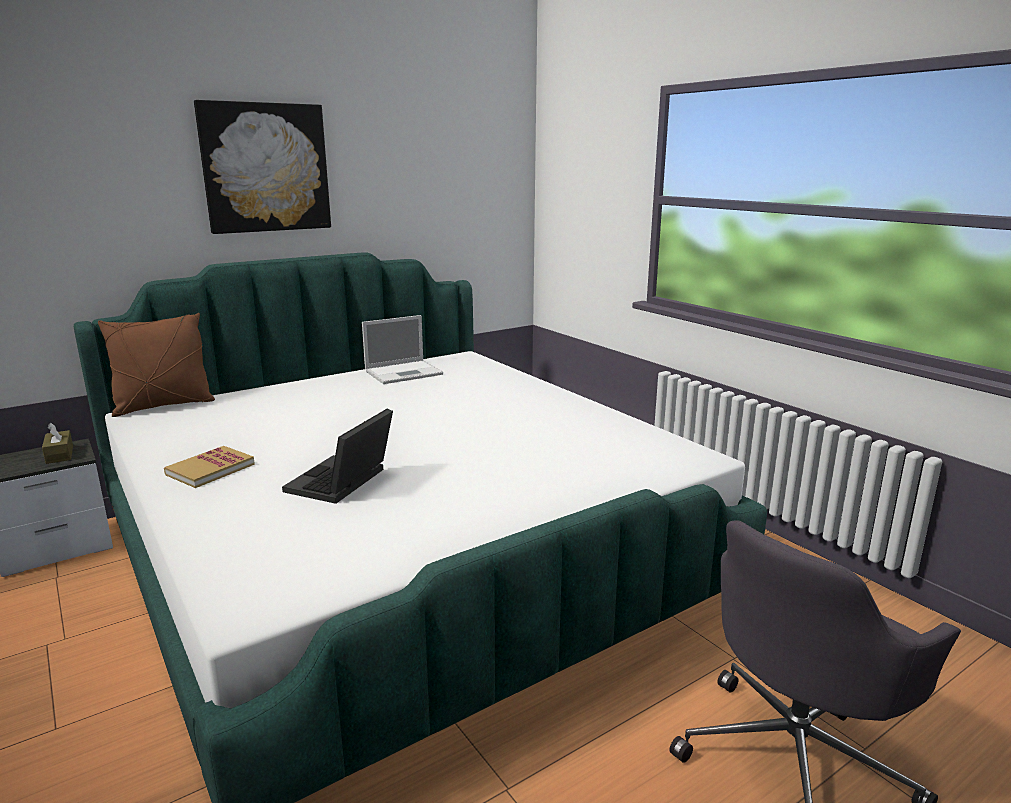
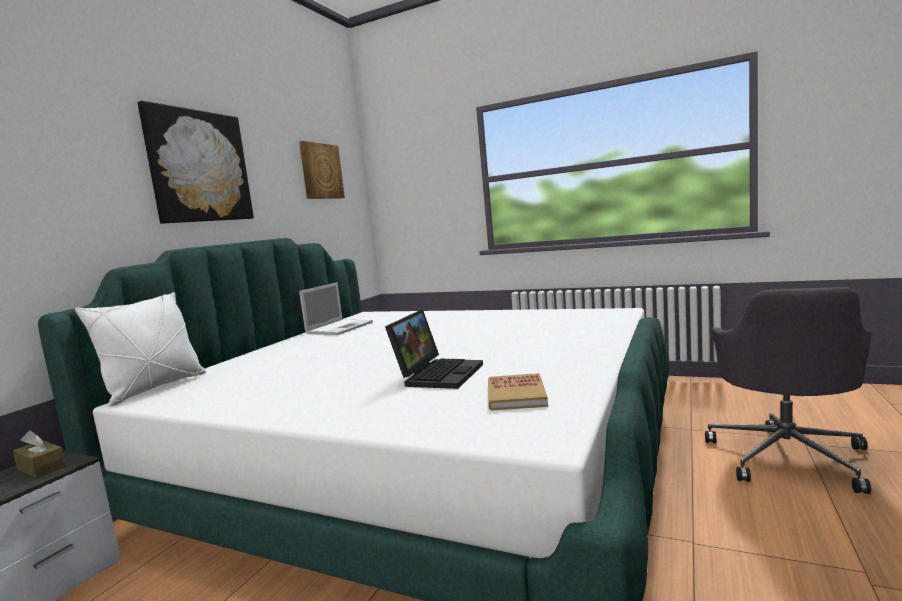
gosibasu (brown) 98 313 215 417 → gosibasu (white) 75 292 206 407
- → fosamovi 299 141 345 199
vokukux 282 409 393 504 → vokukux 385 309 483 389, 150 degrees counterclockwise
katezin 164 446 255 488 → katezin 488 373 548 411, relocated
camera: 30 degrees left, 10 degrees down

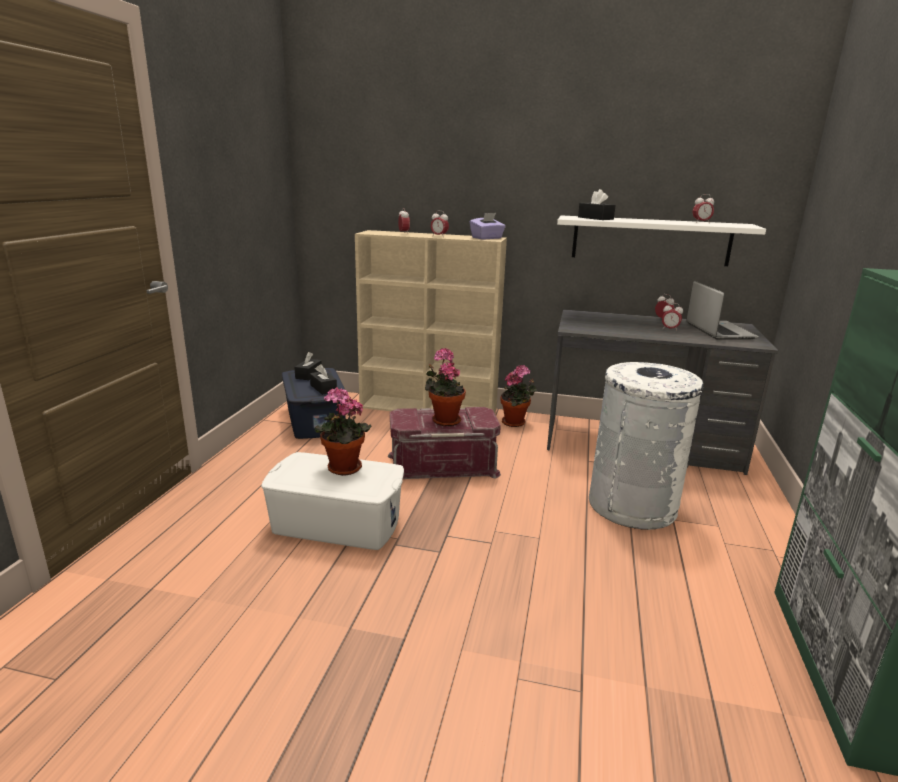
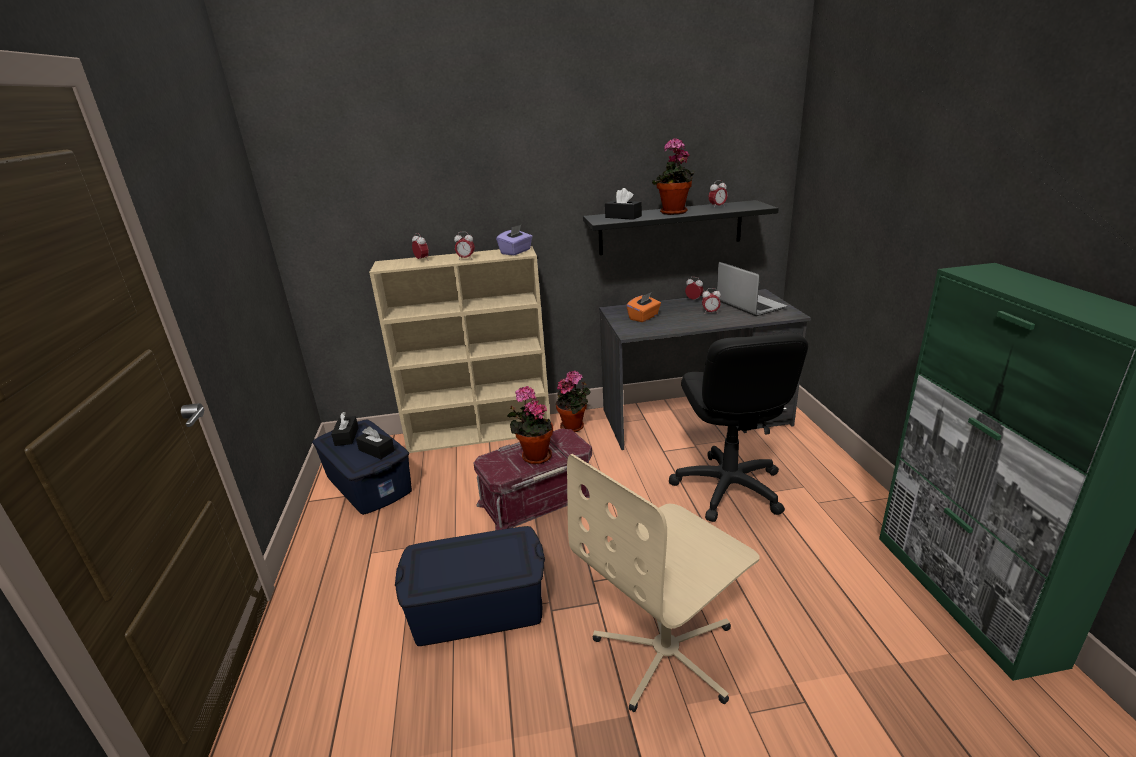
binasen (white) 261 452 404 550 → binasen (blue) 395 526 545 646
- → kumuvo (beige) 567 454 760 712
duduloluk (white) 557 215 766 266 → duduloluk (black) 583 200 779 255
- → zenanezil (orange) 626 292 661 322
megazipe 314 387 372 476 → megazipe 652 138 695 215, relocated
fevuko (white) 589 362 703 530 → kumuvo (black) 669 332 808 522
camera: 20 degrees left, 5 degrees up

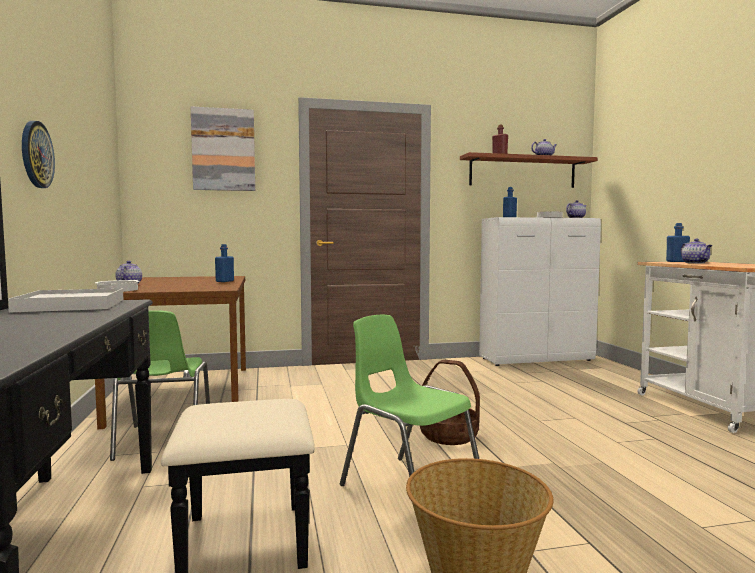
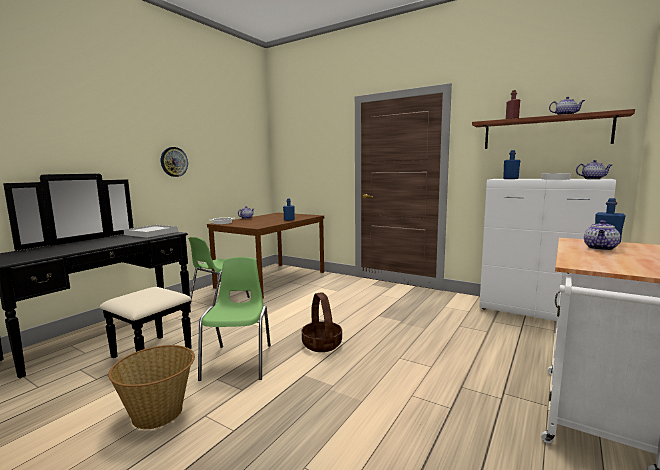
fosamovi 191 106 255 191 → -
camera: 45 degrees right, 5 degrees up

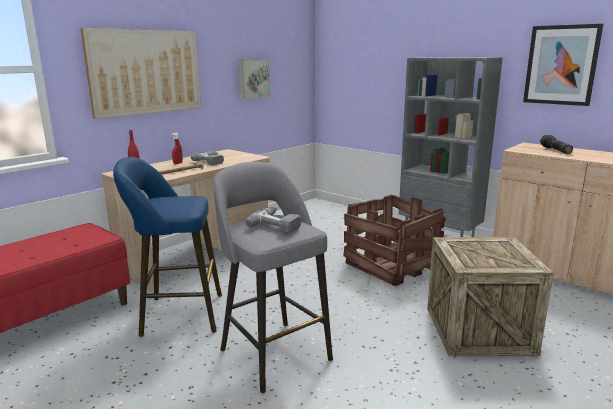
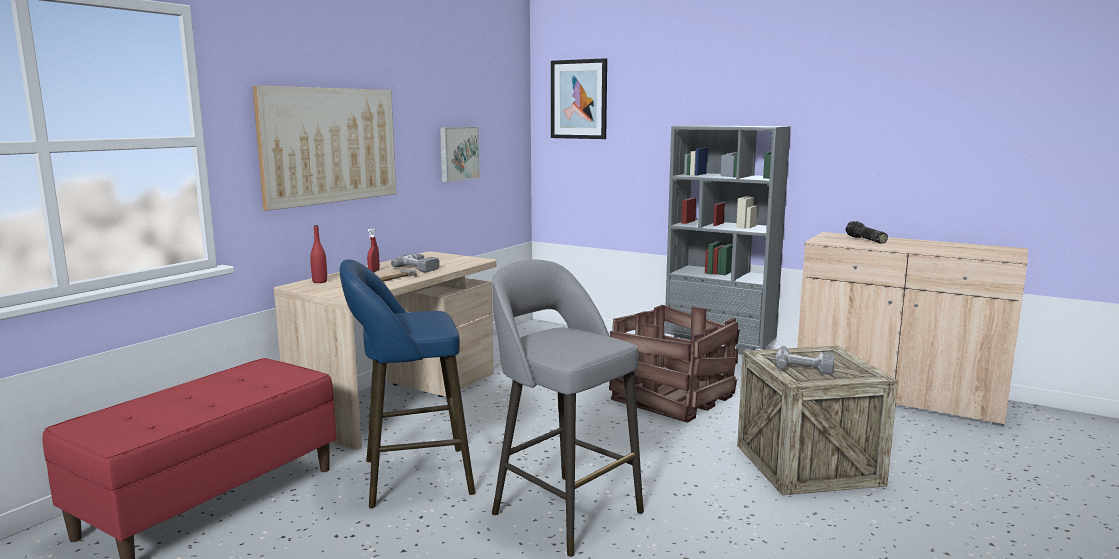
fosamovi 523 24 603 106 → fosamovi 551 58 607 139, relocated
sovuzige 245 207 301 235 → sovuzige 775 346 834 375, relocated
camera: 10 degrees left, 5 degrees down

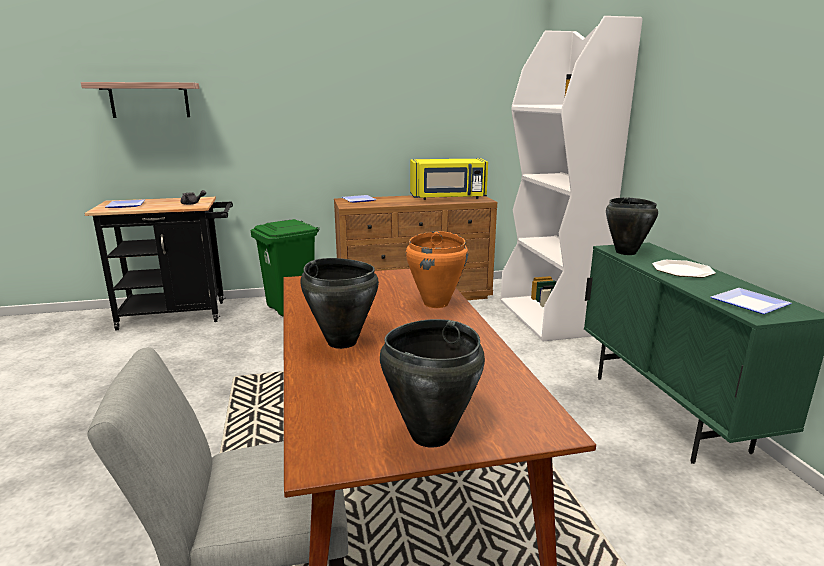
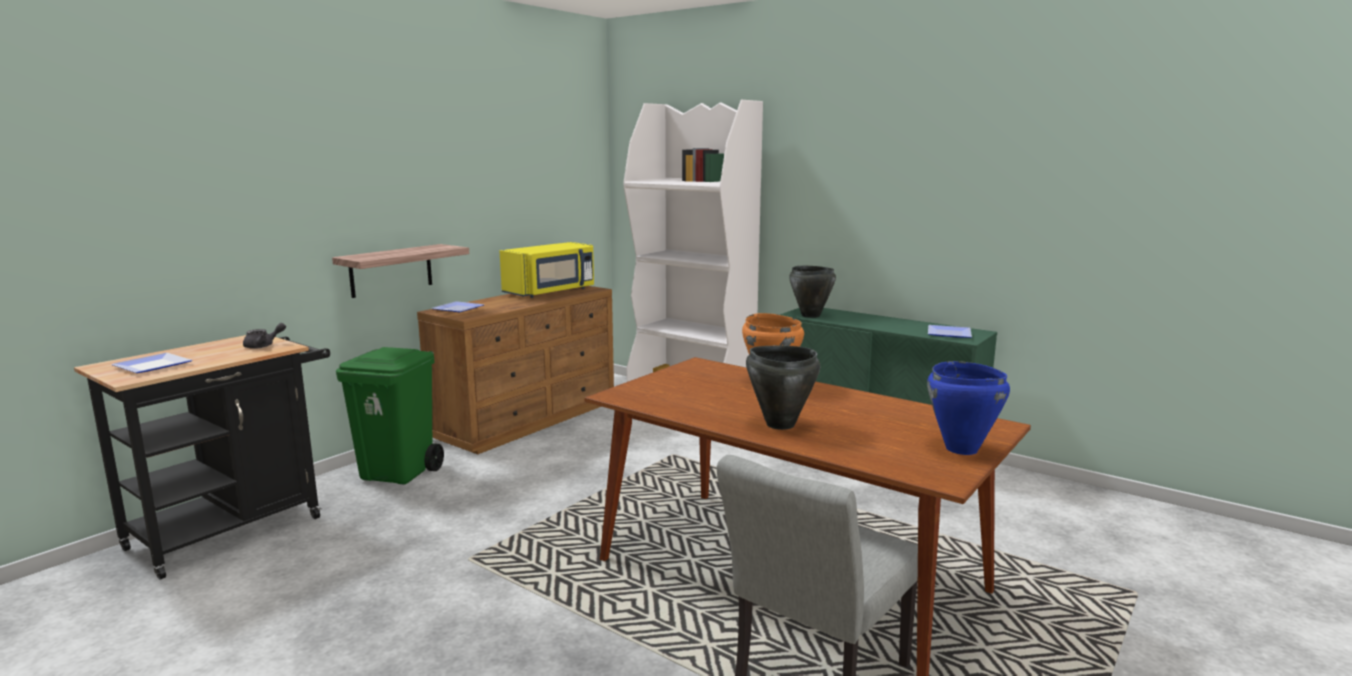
duduloluk 81 82 199 118 → duduloluk 332 244 469 298, relocated
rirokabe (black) 380 319 485 448 → rirokabe (blue) 927 361 1010 455
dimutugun 652 260 716 278 → -
camera: 40 degrees left, 5 degrees down

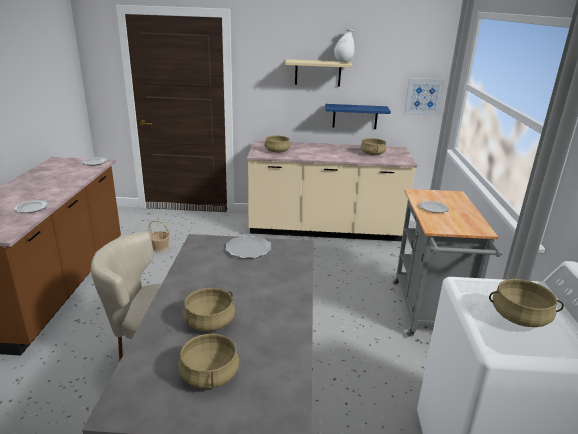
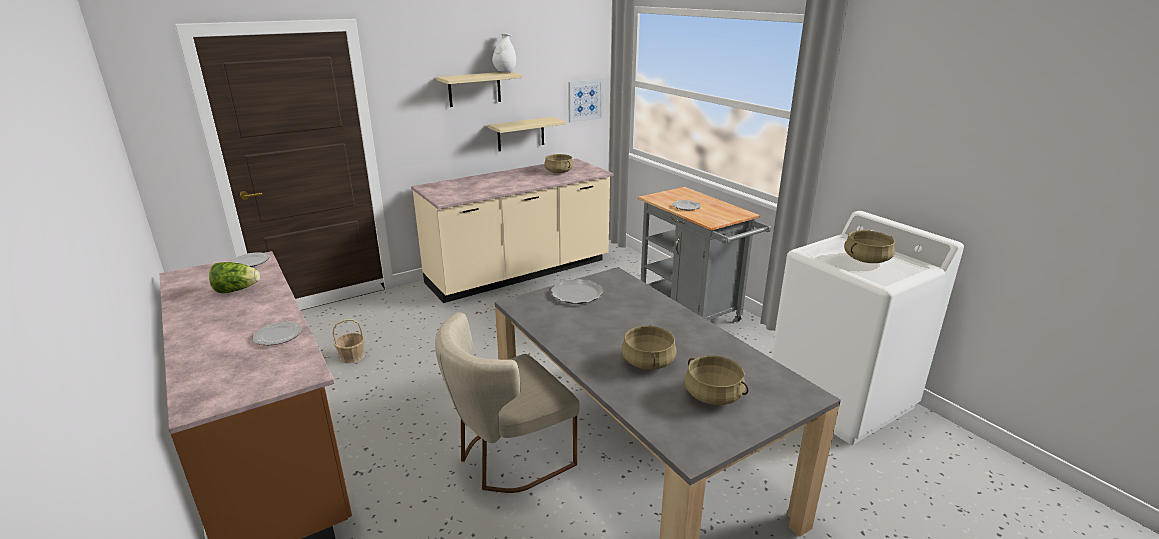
- → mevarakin 209 262 260 294
duduloluk (blue) 325 104 391 129 → duduloluk (beige) 487 117 566 151
rirokabe (beige) 264 135 290 153 → -
camera: 35 degrees left, 0 degrees up

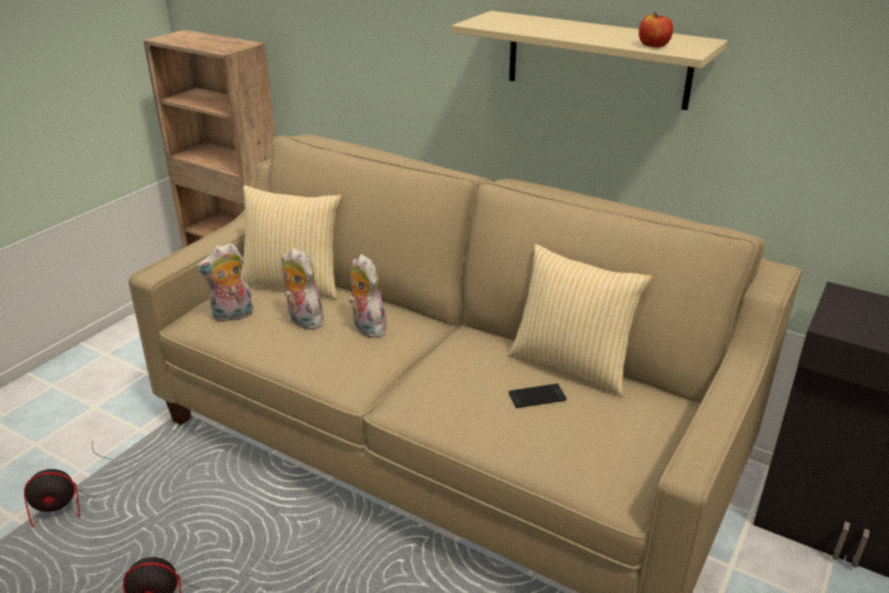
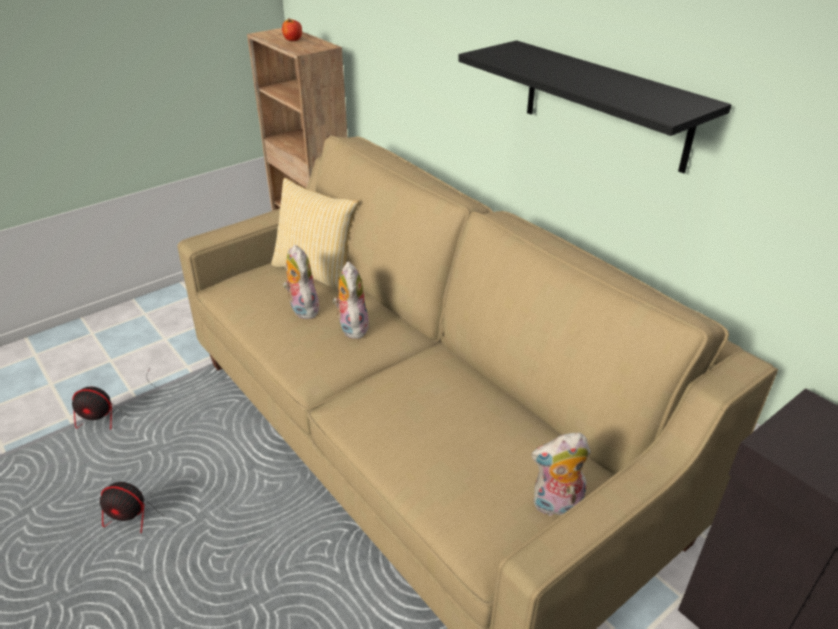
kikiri 639 12 673 47 → kikiri 282 18 302 41, relocated
duduloluk (beige) 452 11 728 110 → duduloluk (black) 458 40 732 173
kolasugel 196 243 254 322 → kolasugel 531 433 590 516, relocated
gosibasu 509 244 653 397 → -
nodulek 509 384 566 408 → -
camera: 20 degrees right, 5 degrees up

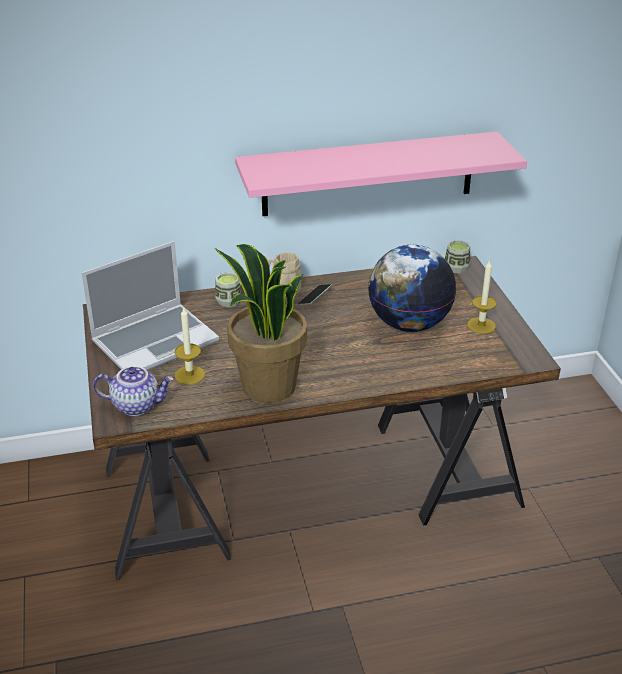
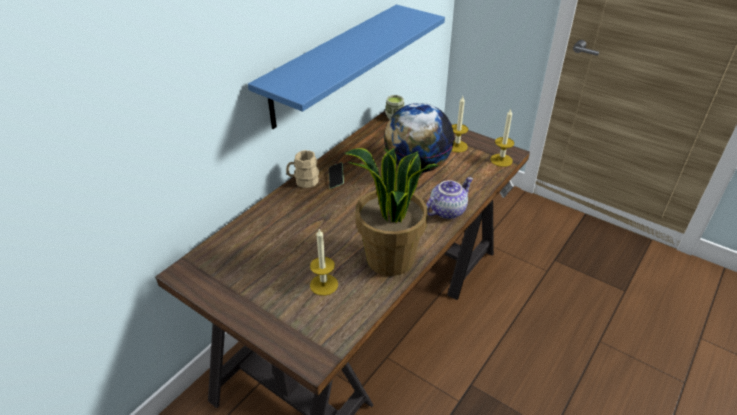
duduloluk (pink) 235 131 527 216 → duduloluk (blue) 248 5 445 129
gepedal 93 366 174 416 → gepedal 426 177 473 219, relocated
- → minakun 491 109 514 167
vokukux 82 241 219 371 → -
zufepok 215 272 241 307 → -
camera: 40 degrees left, 5 degrees up

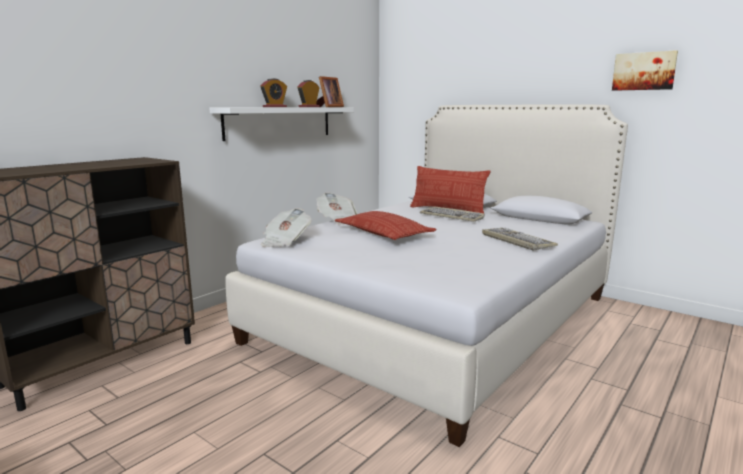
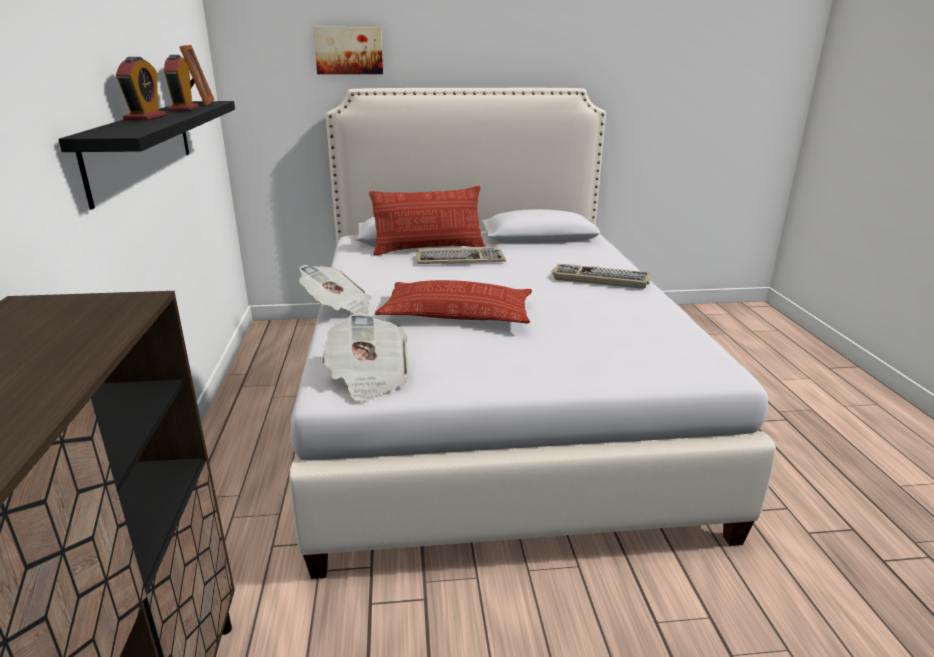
duduloluk (white) 209 107 353 141 → duduloluk (black) 58 101 235 209
fosamovi 612 50 678 91 → fosamovi 313 27 383 74, relocated
camera: 45 degrees left, 10 degrees up

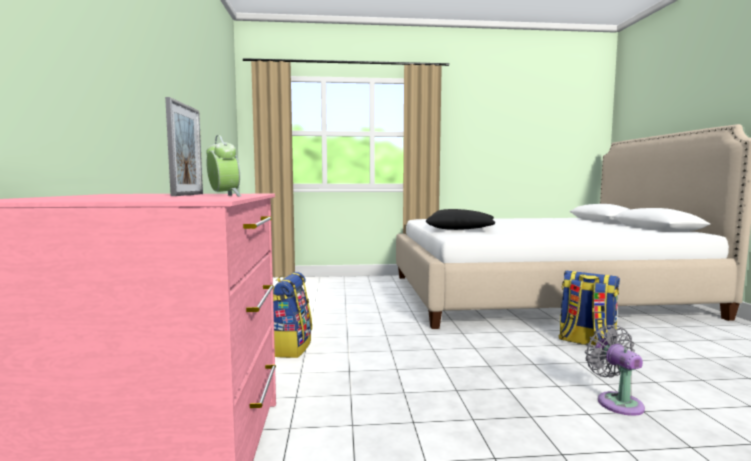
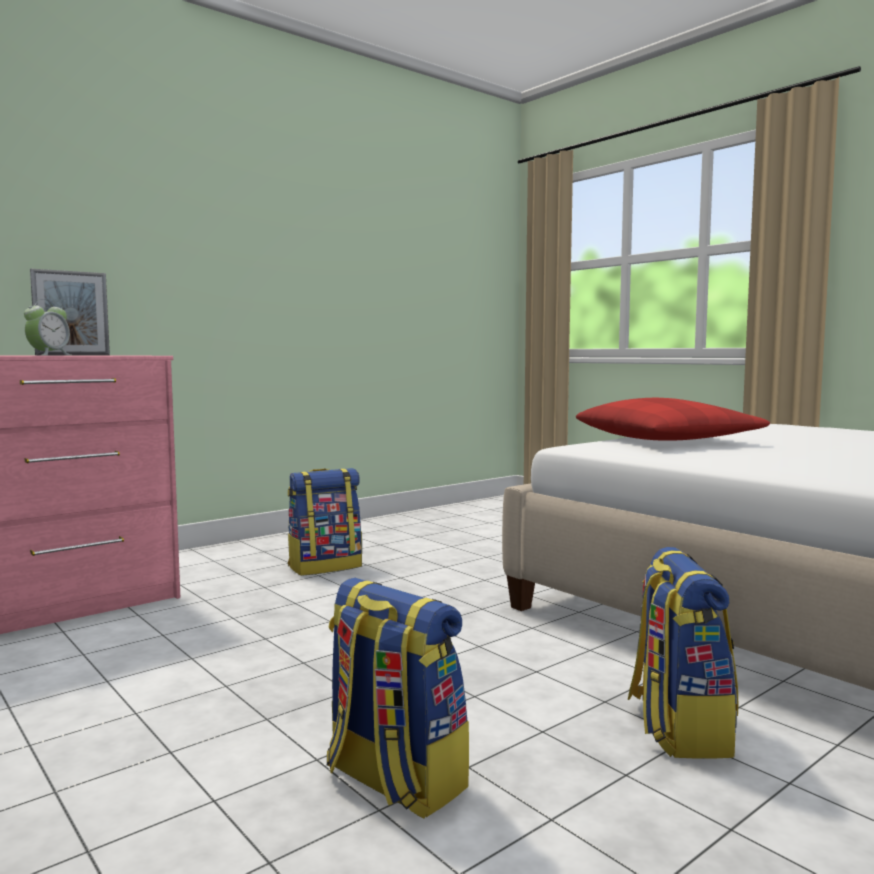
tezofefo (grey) 585 325 645 416 → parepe 327 578 469 819
gosibasu (black) 426 209 495 230 → gosibasu (red) 576 398 770 441
camera: 55 degrees right, 0 degrees up

